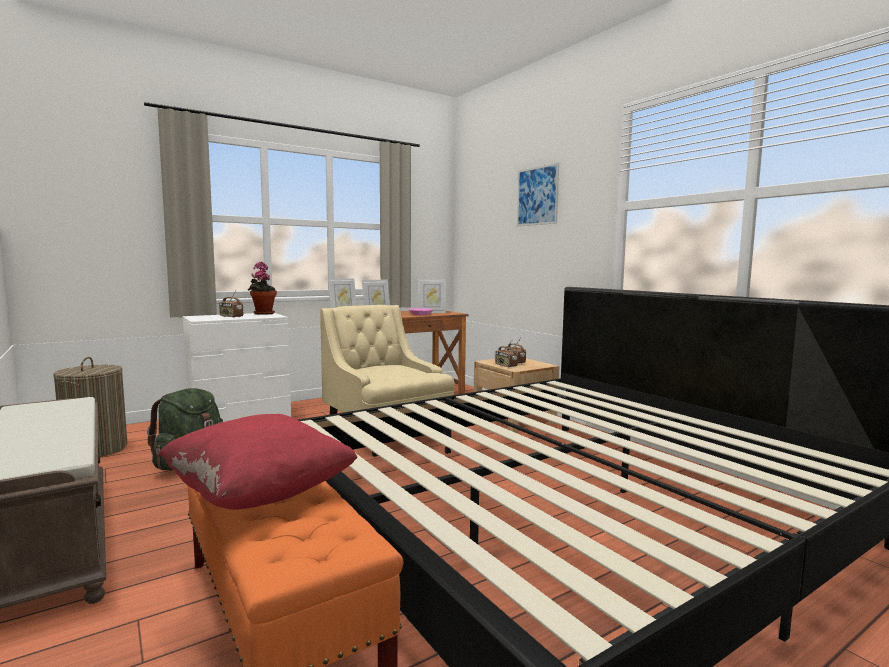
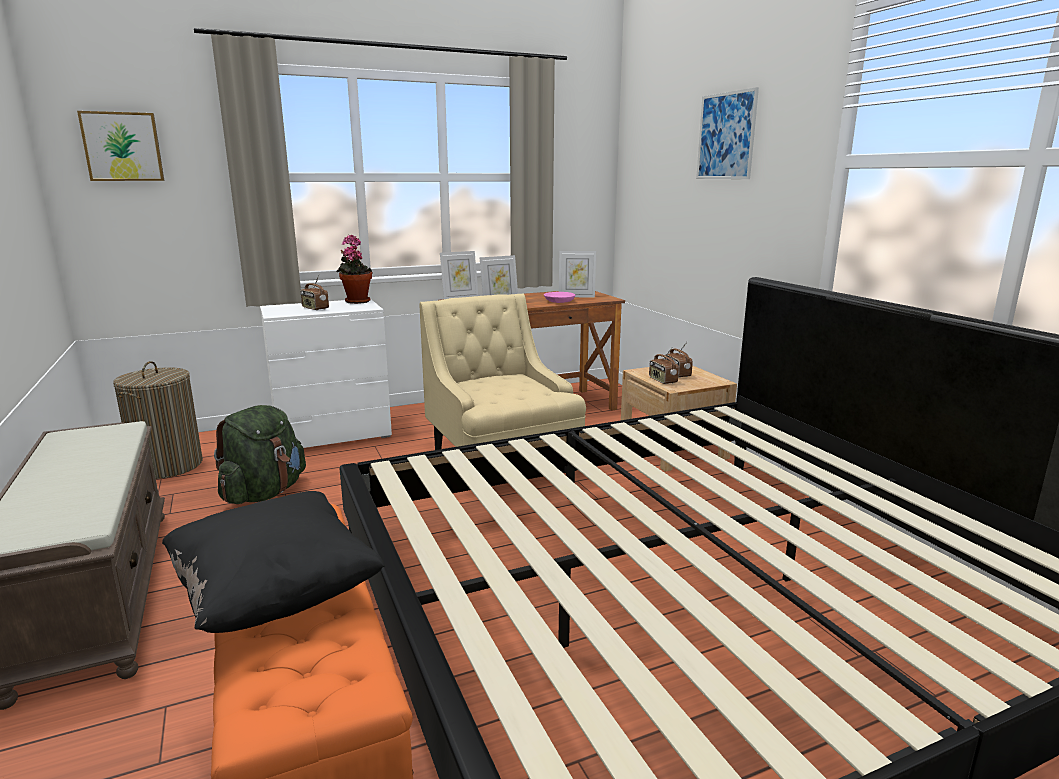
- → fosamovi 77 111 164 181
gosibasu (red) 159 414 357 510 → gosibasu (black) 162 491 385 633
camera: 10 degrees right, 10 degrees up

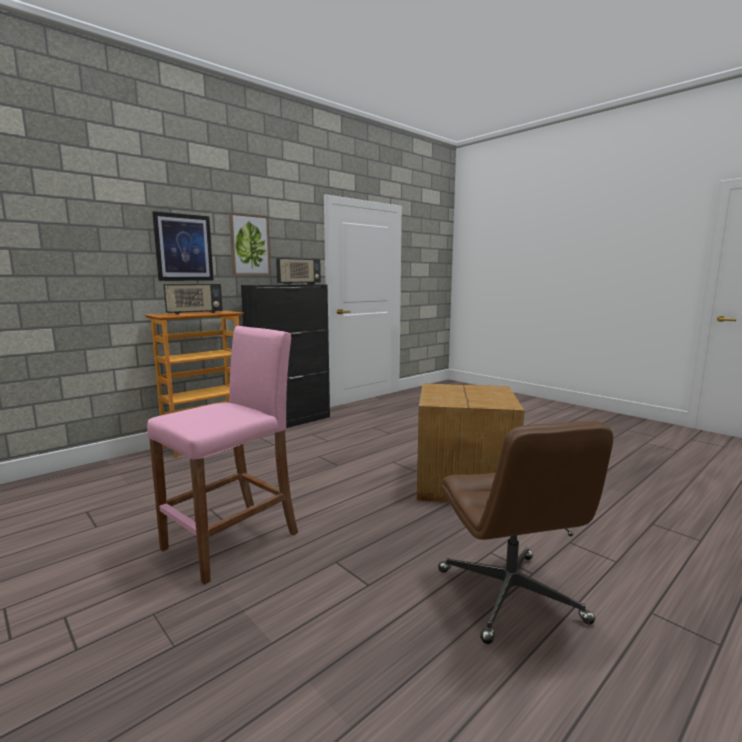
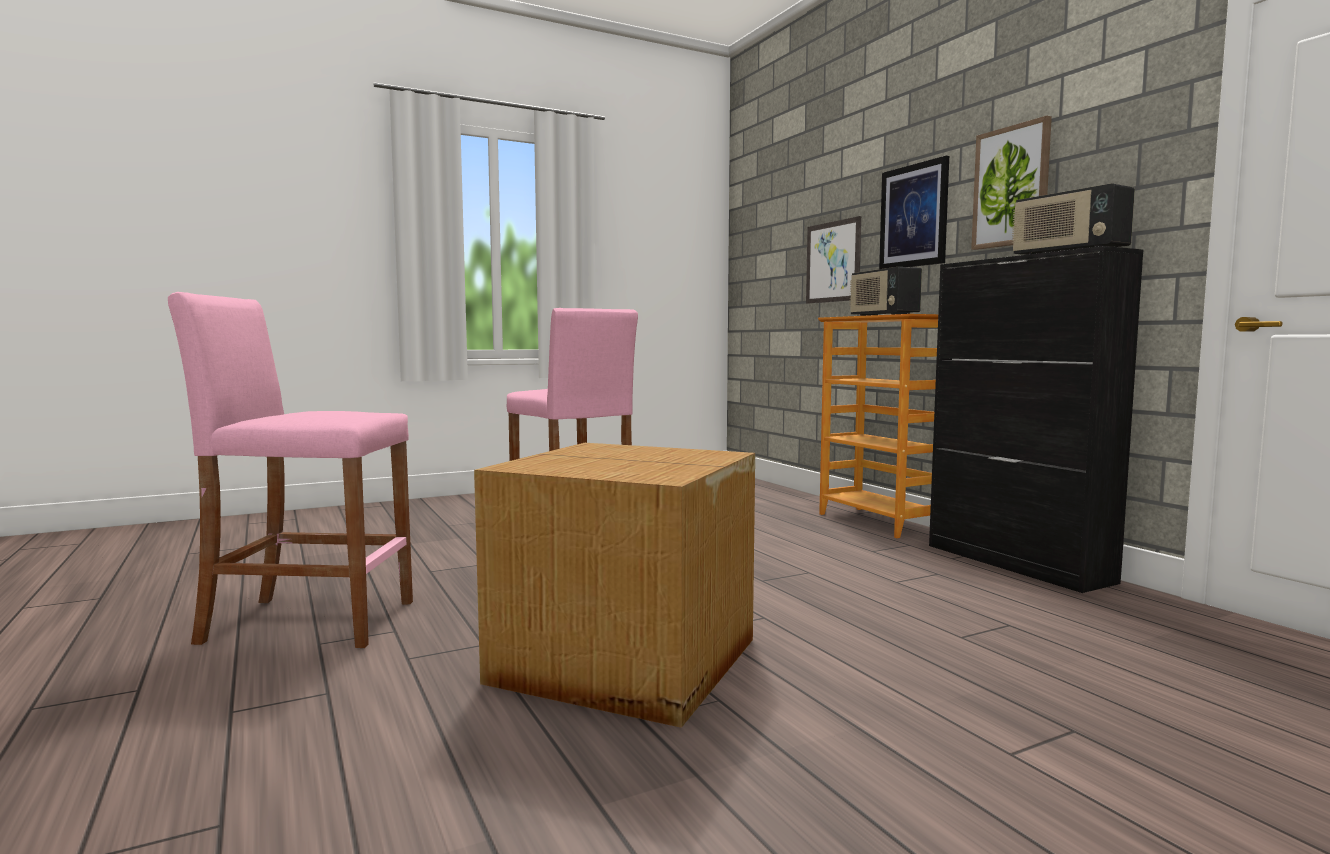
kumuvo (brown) 438 421 613 644 → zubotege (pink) 168 292 413 648
- → fosamovi 806 216 861 304
camera: 105 degrees right, 5 degrees down

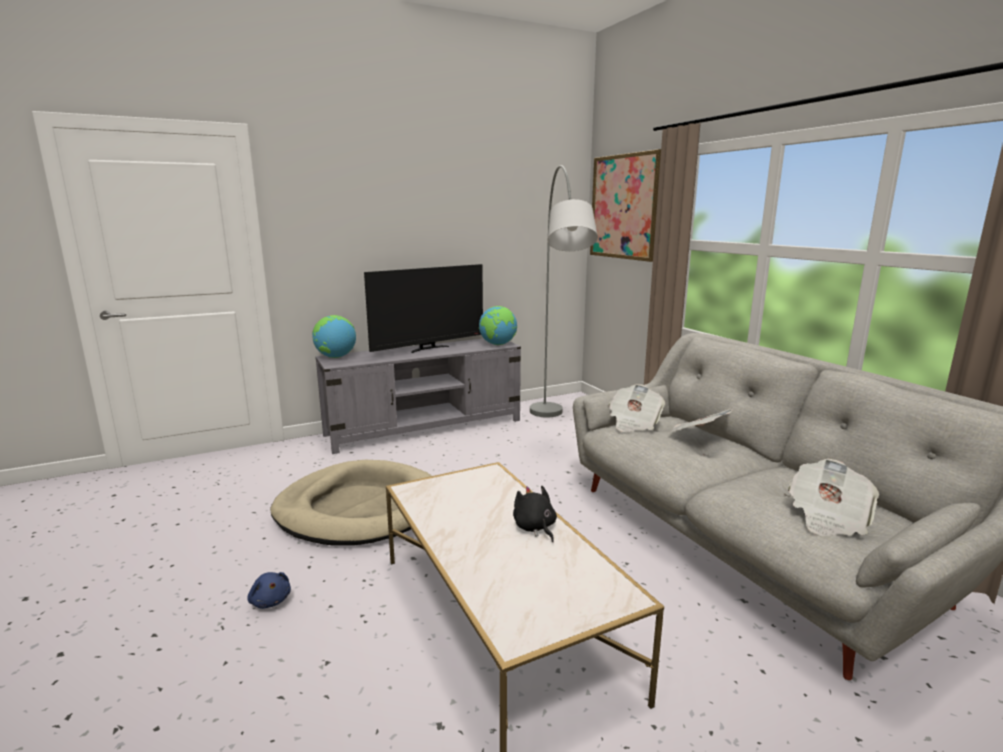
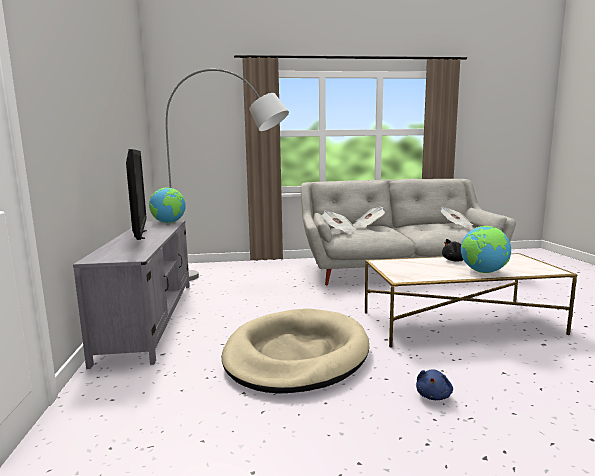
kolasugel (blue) 247 572 291 609 → kolasugel (blue) 416 370 453 400, 135 degrees clockwise
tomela 312 315 356 358 → tomela 461 226 511 273, relocated
fosamovi 590 149 661 262 → -
camera: 70 degrees left, 5 degrees down

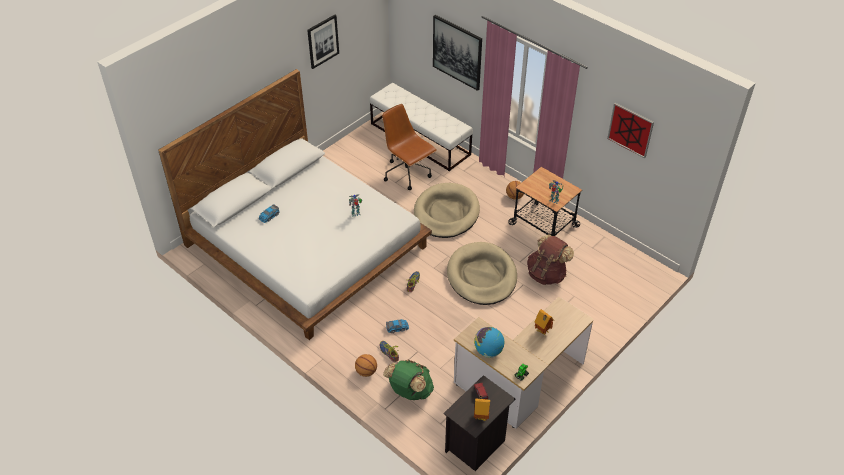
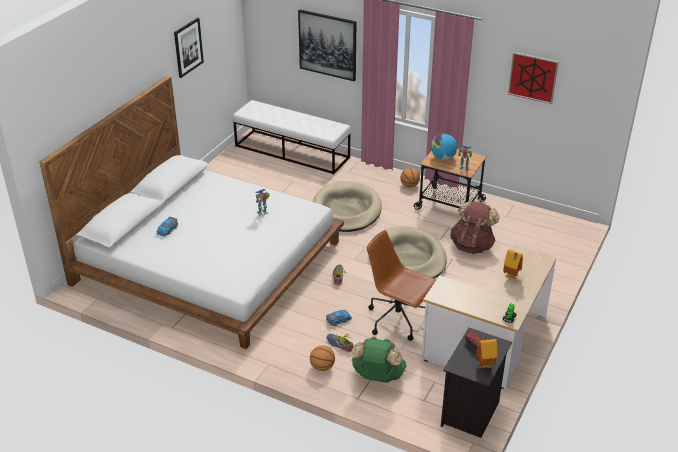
kumuvo (brown) 382 104 437 190 → kumuvo (brown) 367 230 436 341, relocated
tomela 474 327 504 358 → tomela 431 133 457 160, relocated
camera: 15 degrees left, 10 degrees down

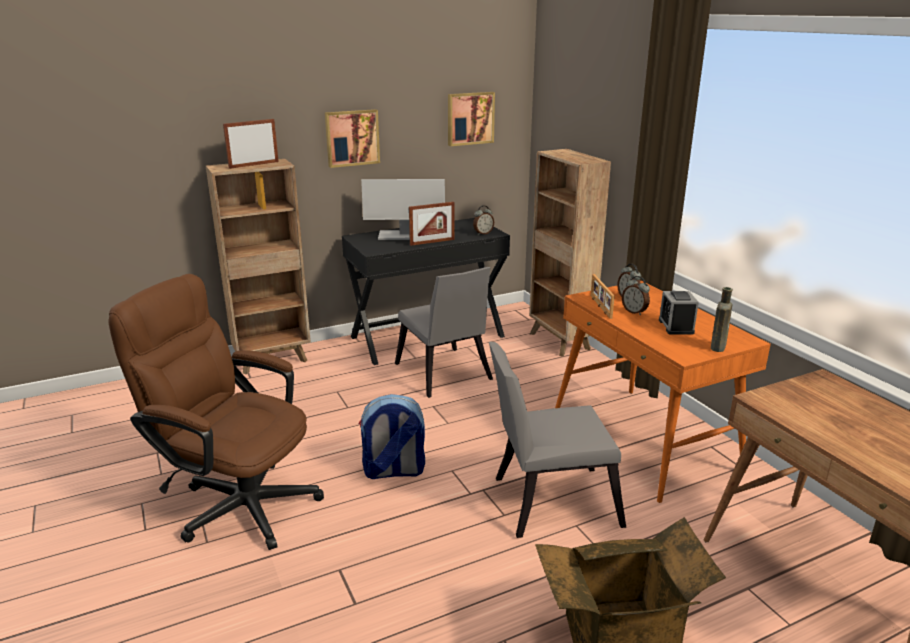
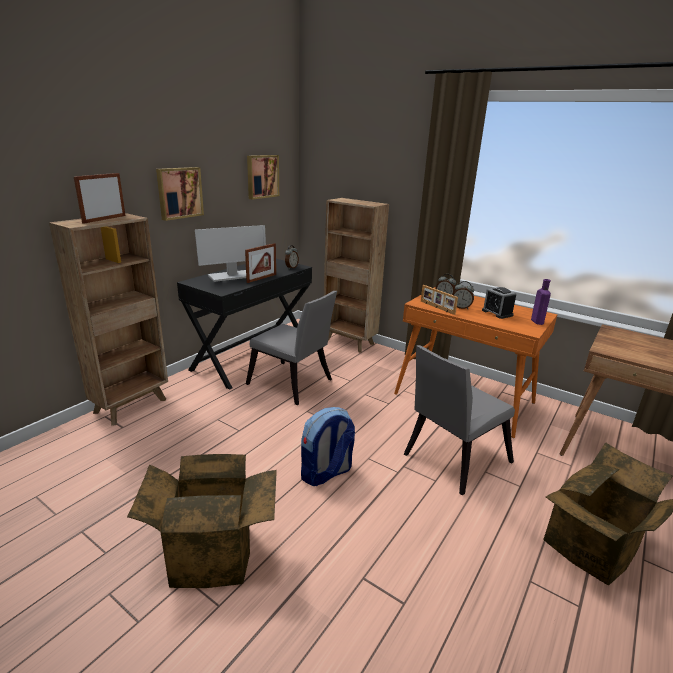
kumuvo (brown) 109 274 324 550 → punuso 127 454 277 588
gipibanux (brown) 711 287 733 352 → gipibanux (purple) 531 279 551 325
camera: 30 degrees left, 0 degrees up

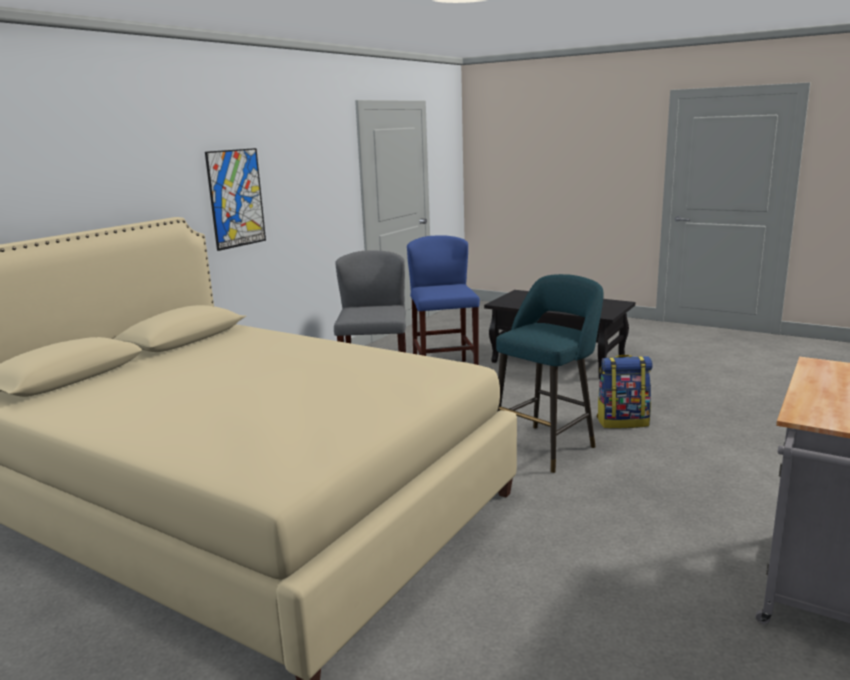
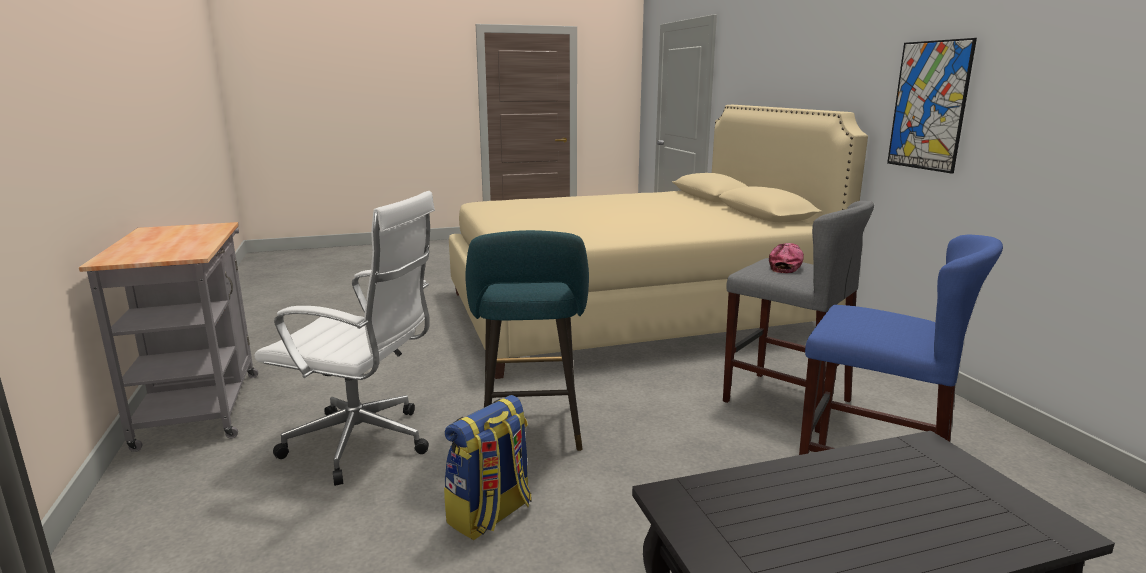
- → kumuvo (white) 255 191 435 486
- → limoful 769 243 804 273
camera: 130 degrees right, 0 degrees up

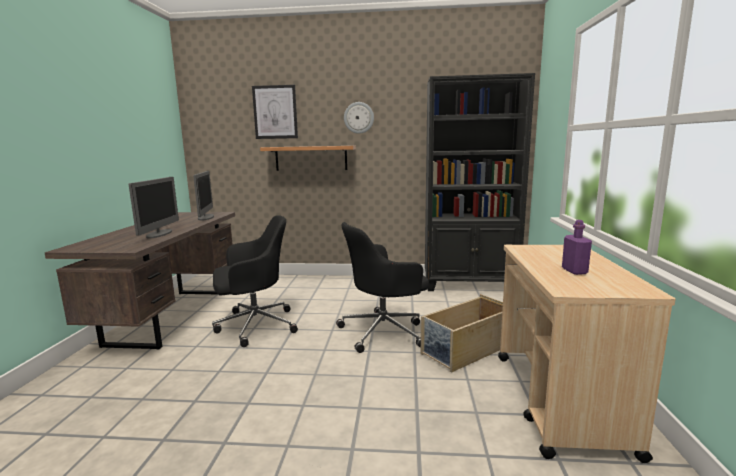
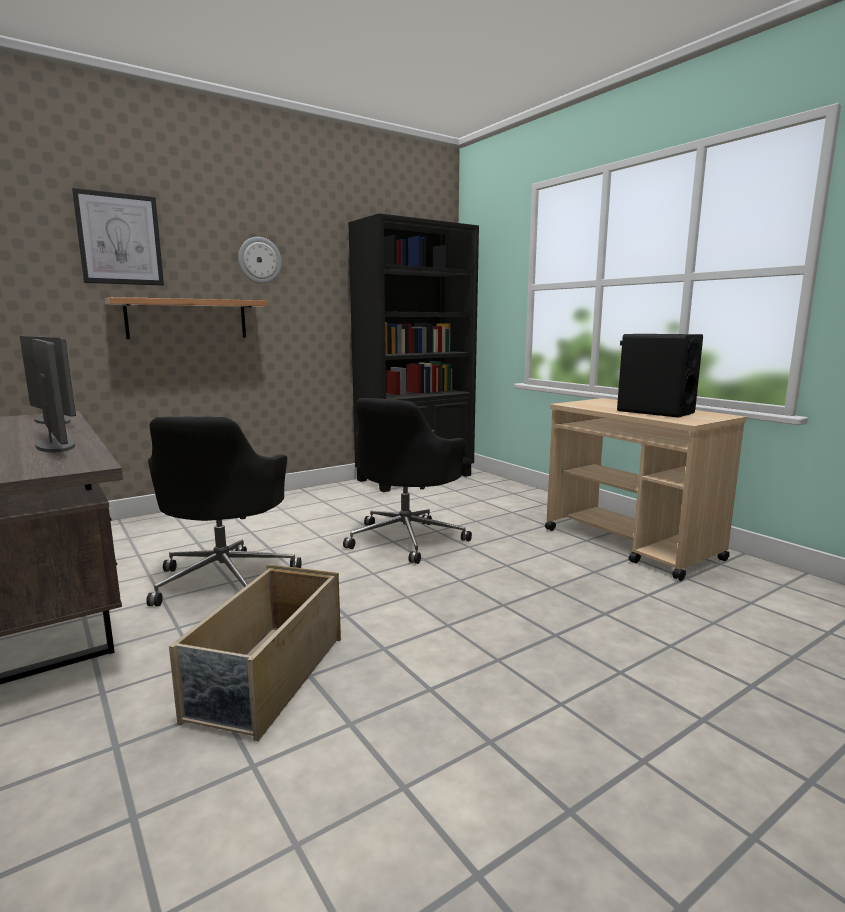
kumuvo (black) 212 215 298 347 → kumuvo (black) 146 417 301 606, 150 degrees clockwise
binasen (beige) 421 294 503 373 → binasen (beige) 169 564 341 741, relocated
gipibanux (purple) 562 220 592 275 → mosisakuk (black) 617 334 703 418
camera: 40 degrees left, 0 degrees up

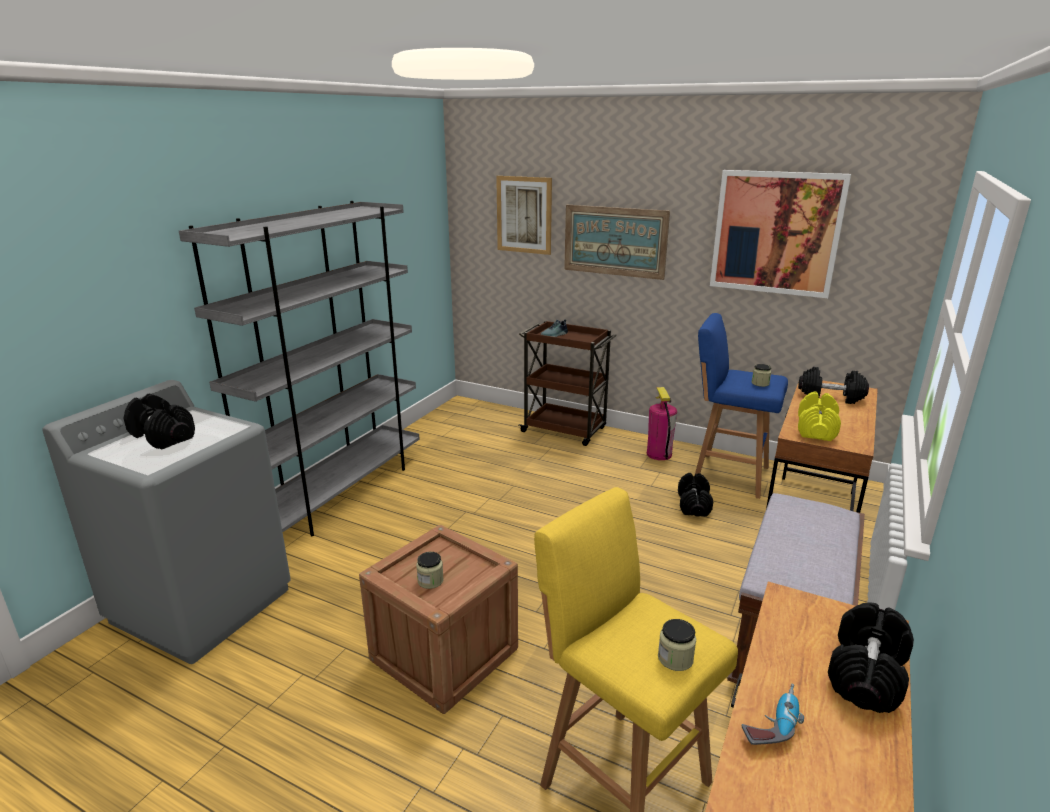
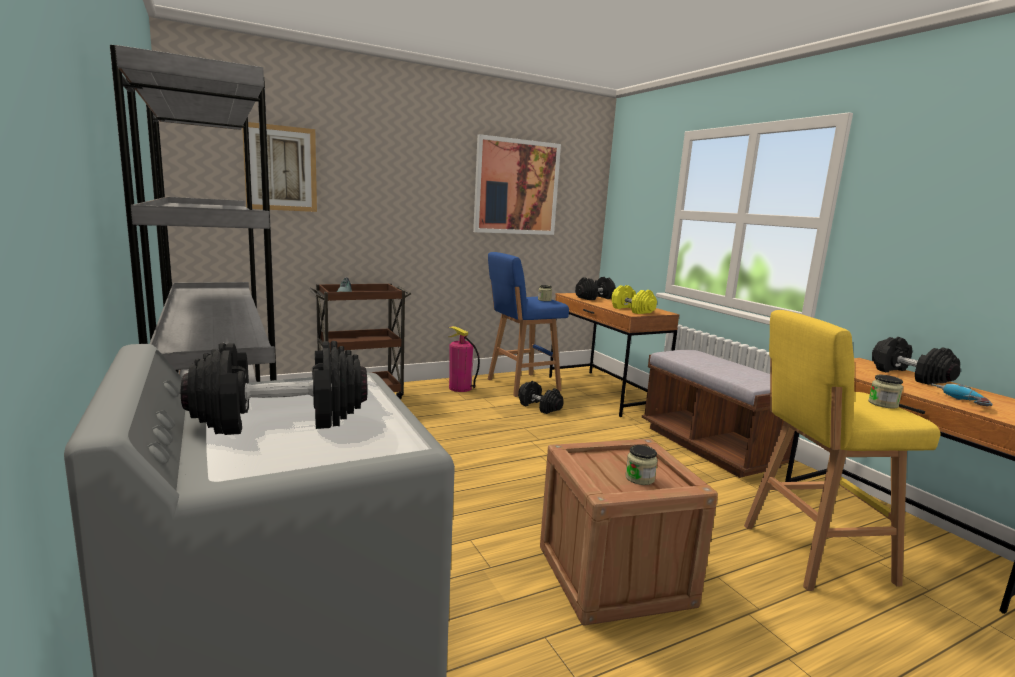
fosamovi 564 205 670 280 → -
camera: 55 degrees left, 10 degrees down

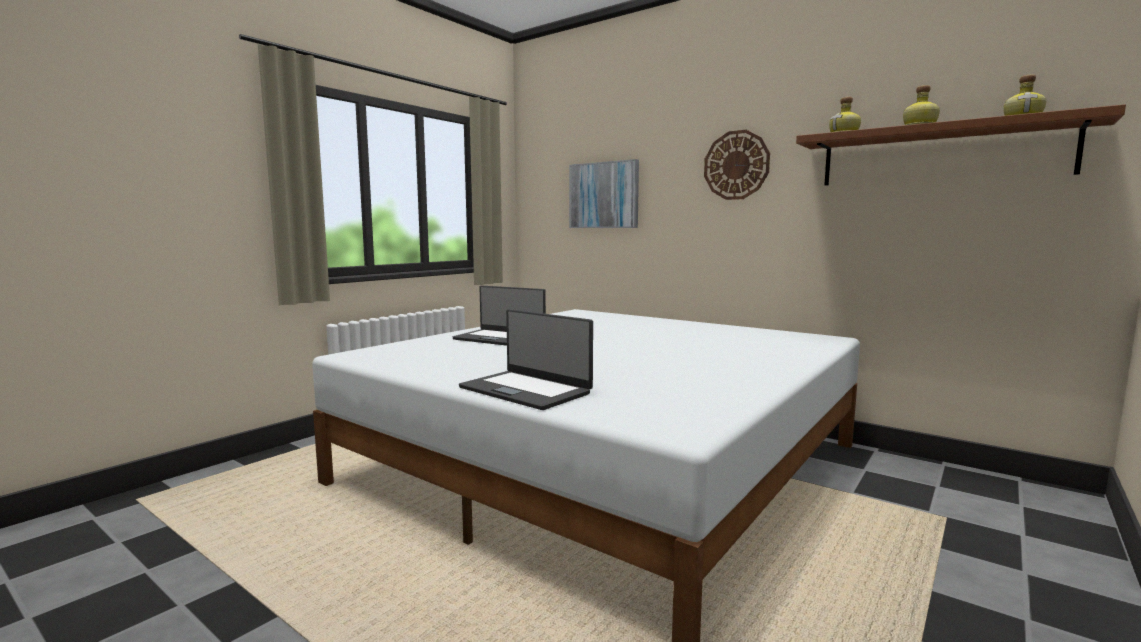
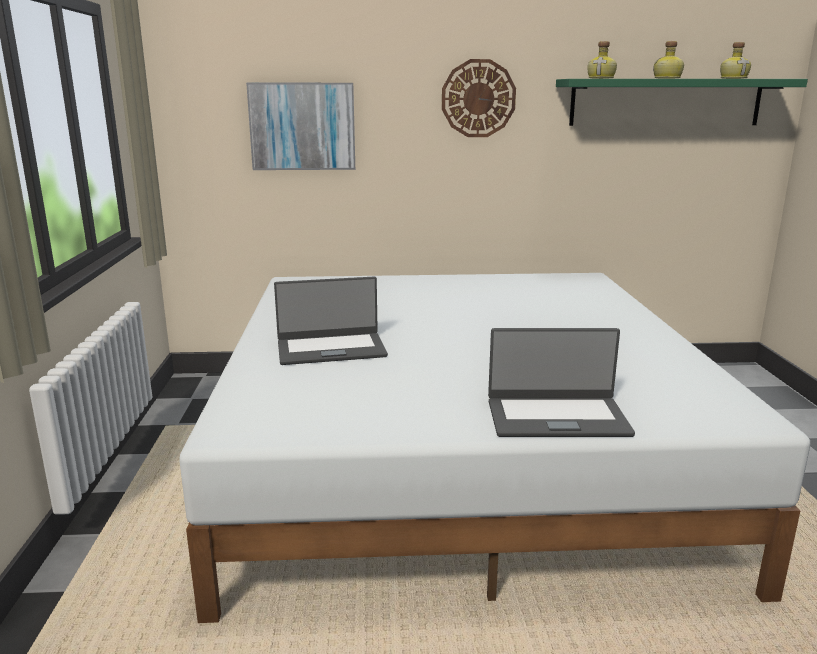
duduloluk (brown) 796 104 1126 186 → duduloluk (green) 556 79 808 126
camera: 40 degrees left, 10 degrees up

